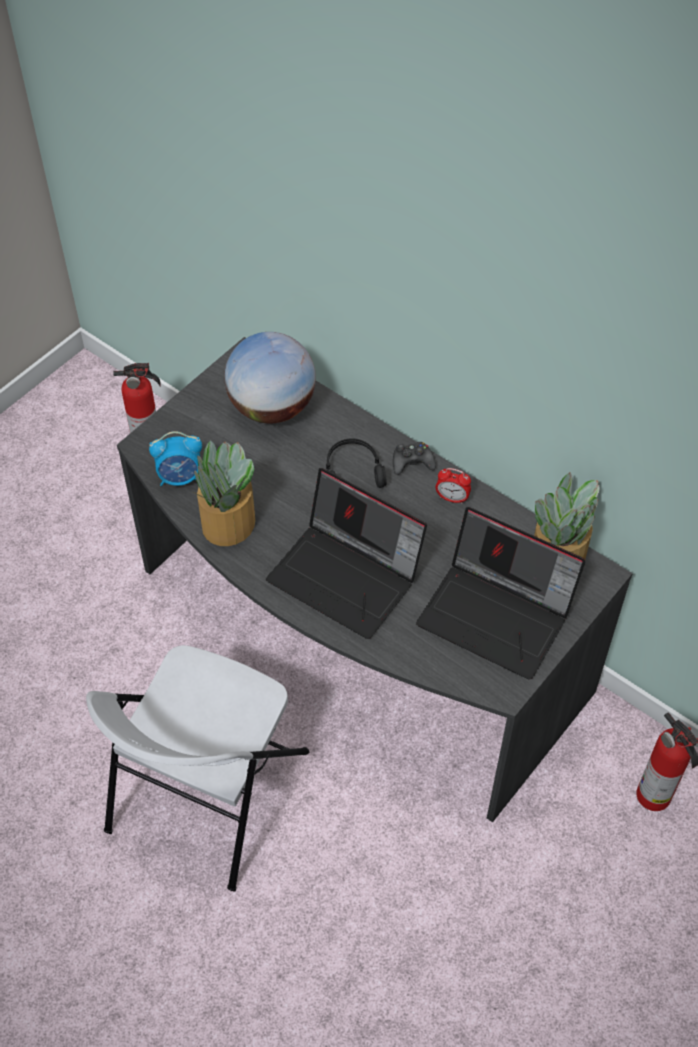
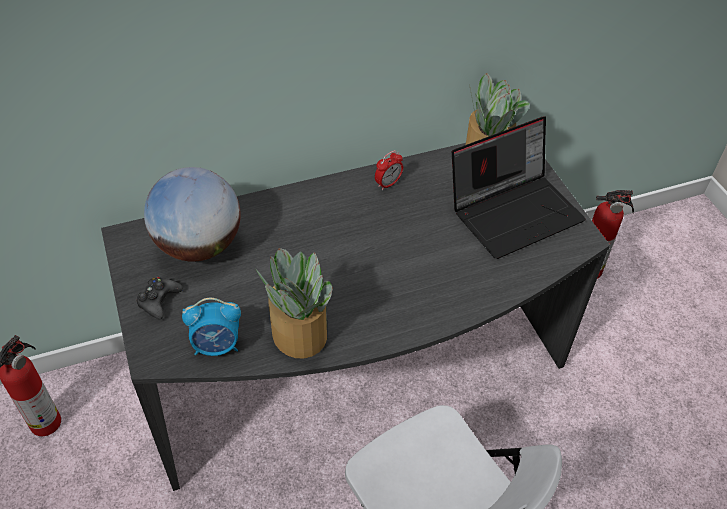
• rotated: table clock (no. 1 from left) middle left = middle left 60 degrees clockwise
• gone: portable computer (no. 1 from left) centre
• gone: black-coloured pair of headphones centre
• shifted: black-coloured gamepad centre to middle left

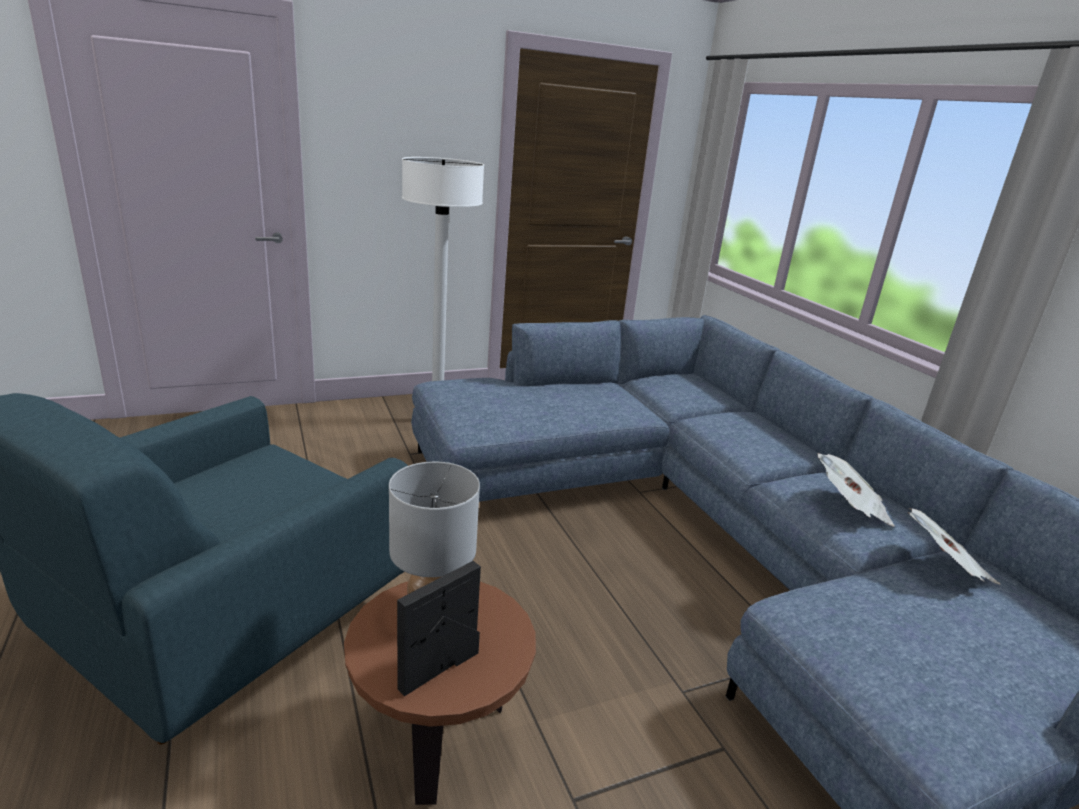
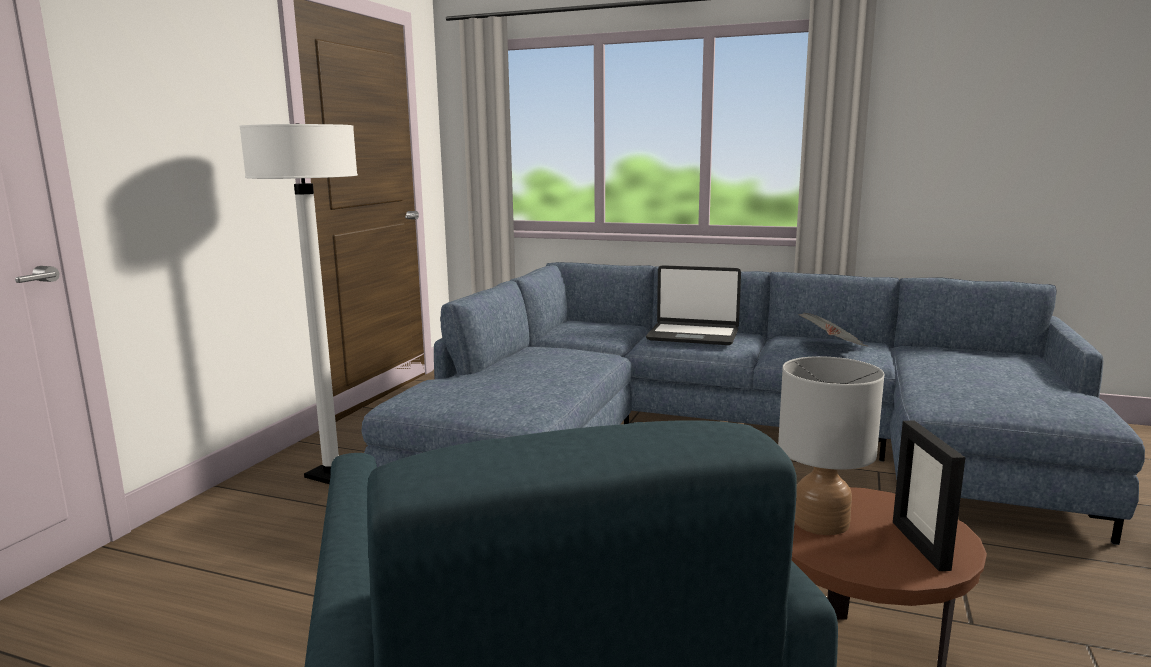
• gone: printed paper (no. 2 from left) bottom right
• new: portable computer centre

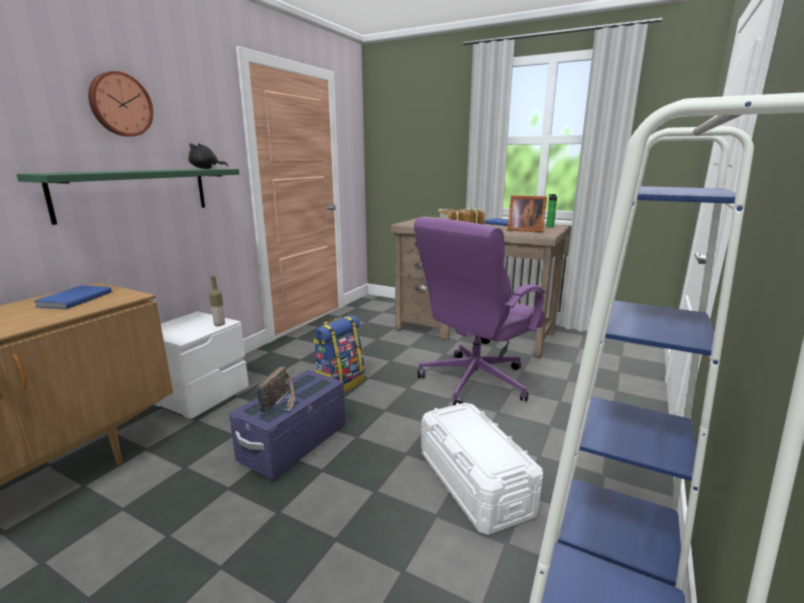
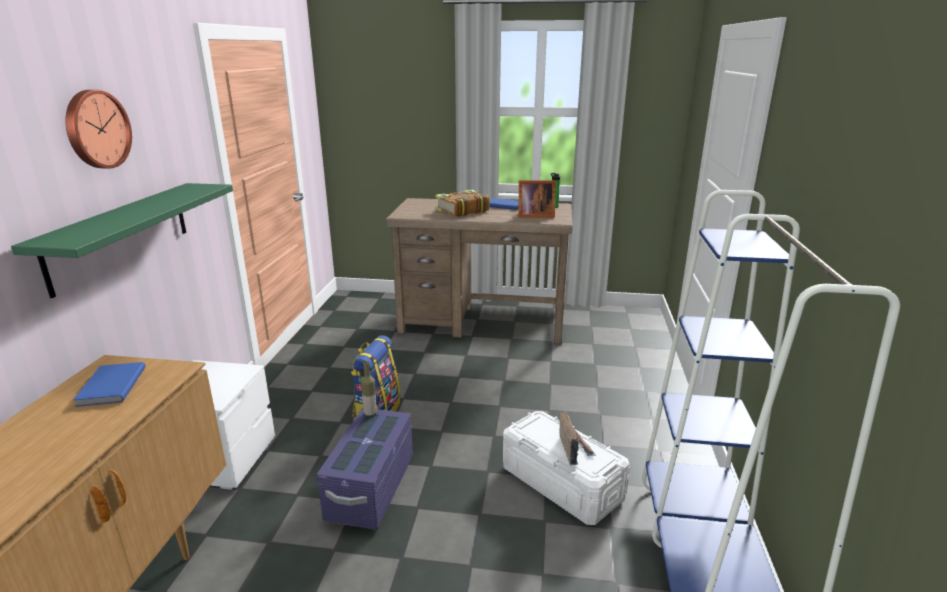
• gone: black-coloured plush toy top left
• shifted: drink bottle (no. 1 from left) middle left to centre
• shifted: radio receiver centre to bottom centre
• gone: purple office chair centre

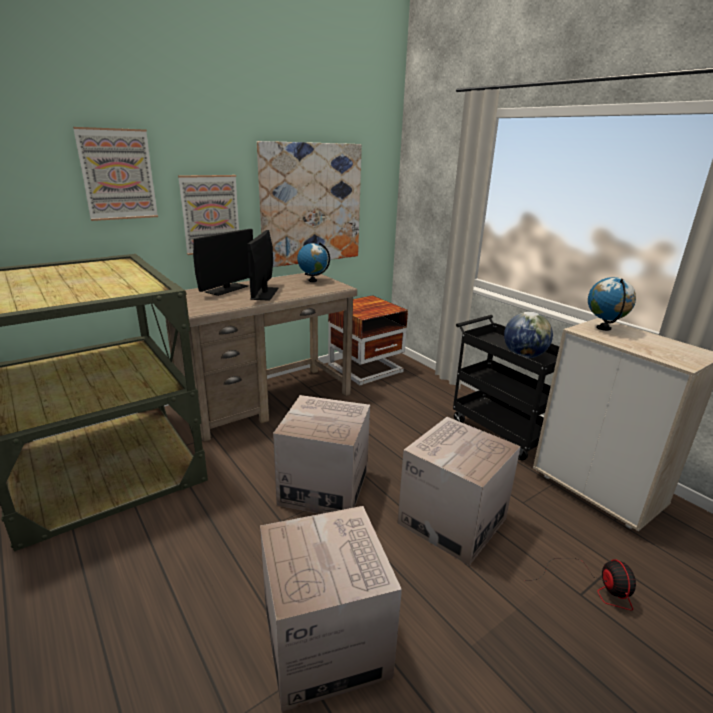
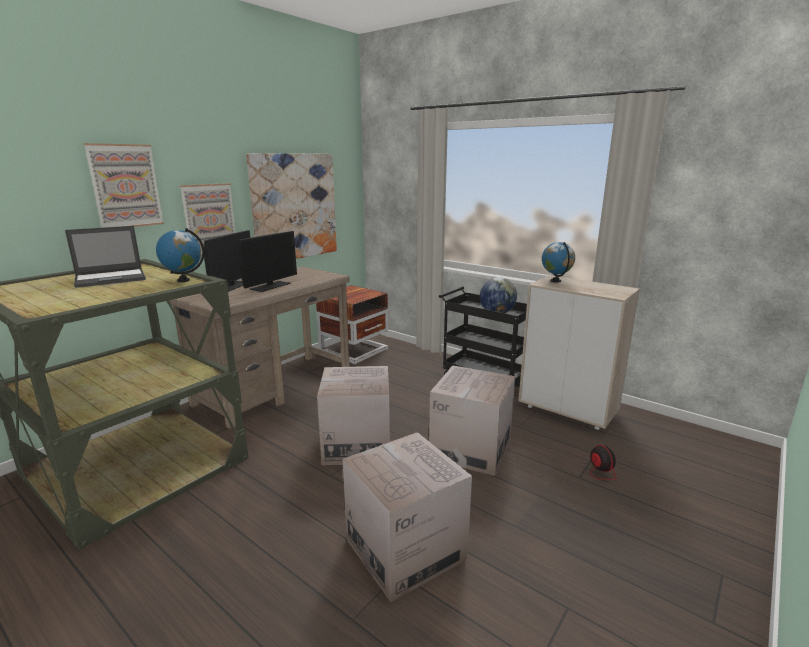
• rotated: computer screen (no. 2 from left) centre = middle left 135 degrees counterclockwise
• shifted: world globe (no. 1 from left) centre to middle left
• new: portable computer middle left

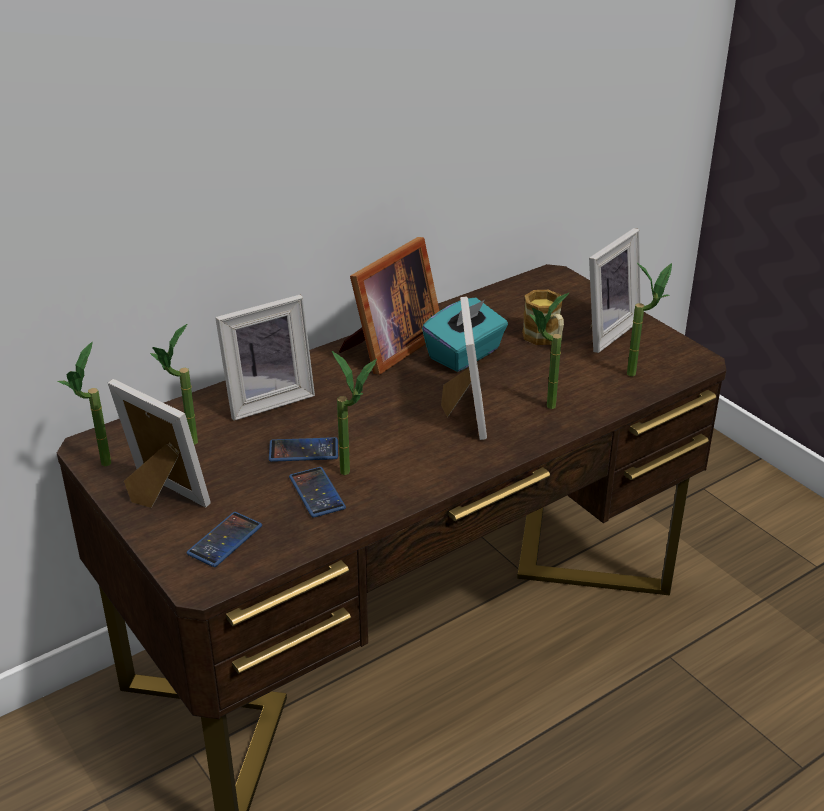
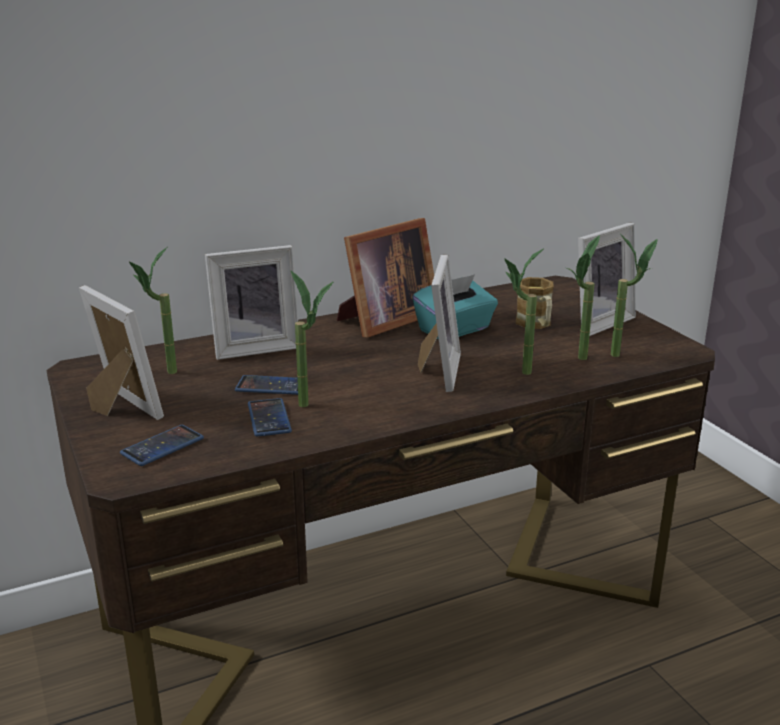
• shifted: potted plant (no. 1 from left in the first image) middle left to potted plant (no. 4 from left) middle right

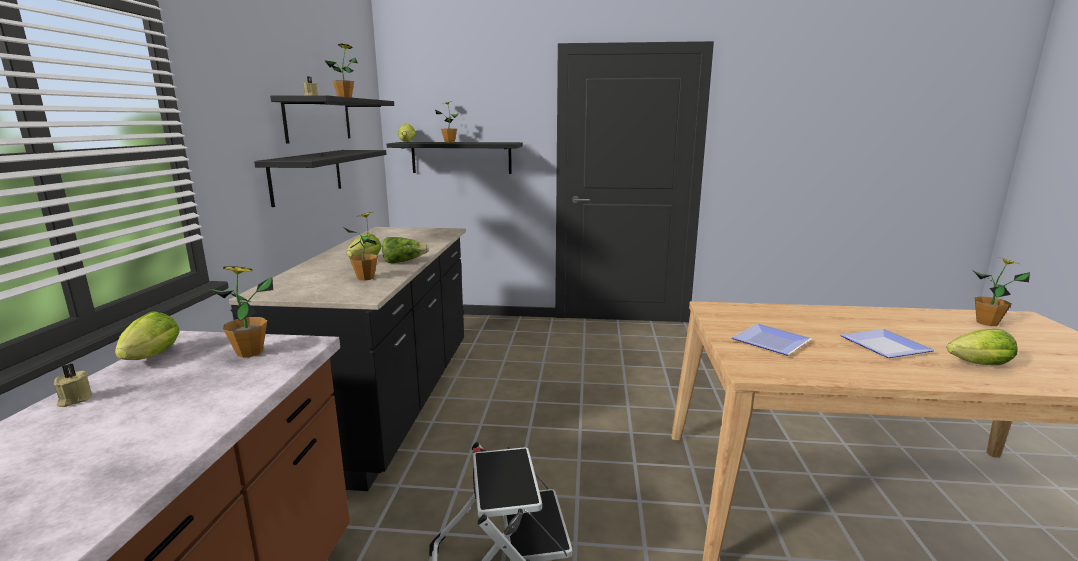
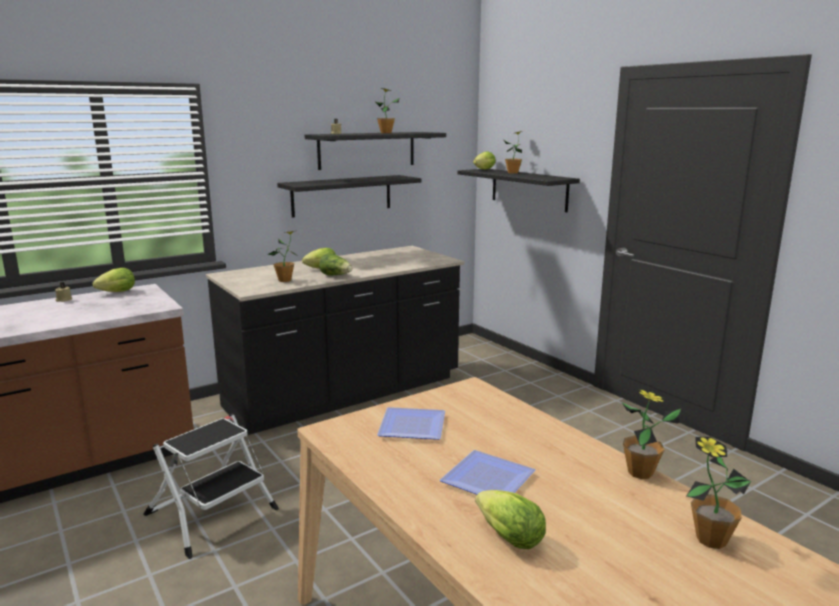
• shifted: potted plant (no. 1 from left in the first image) middle left to potted plant (no. 4 from left) bottom right

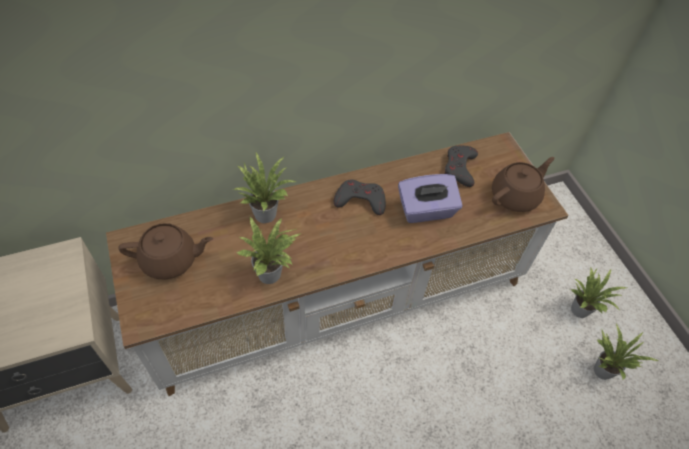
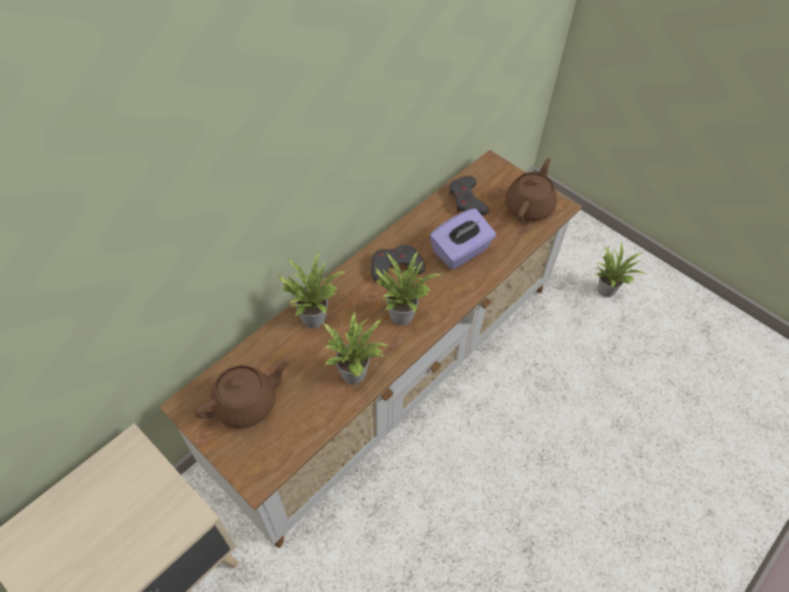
• shifted: potted plant (no. 4 from left in the first image) bottom right to potted plant (no. 3 from left) centre

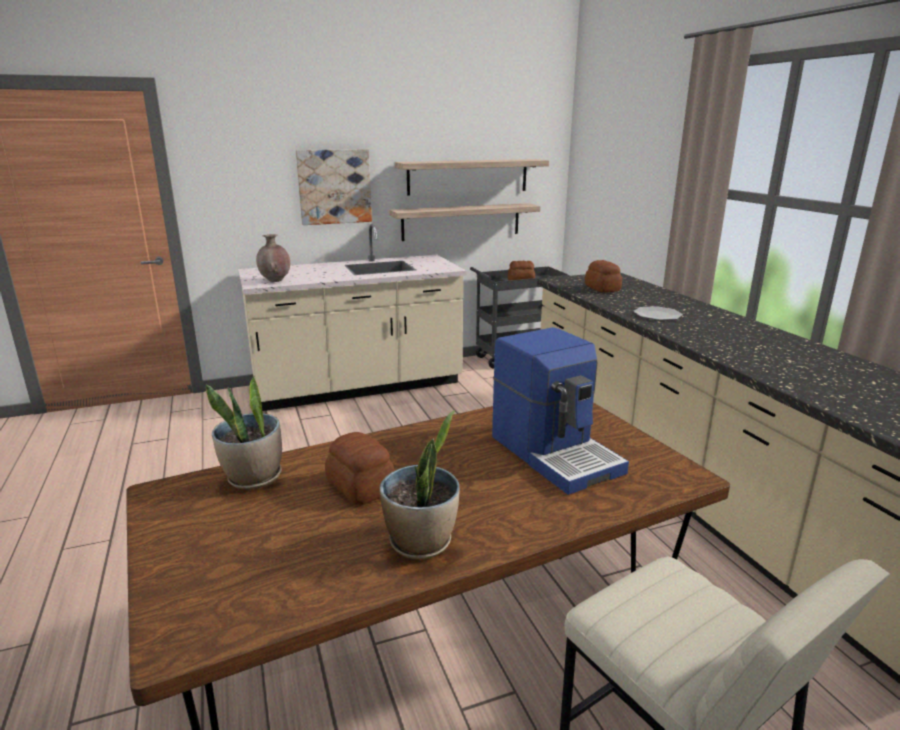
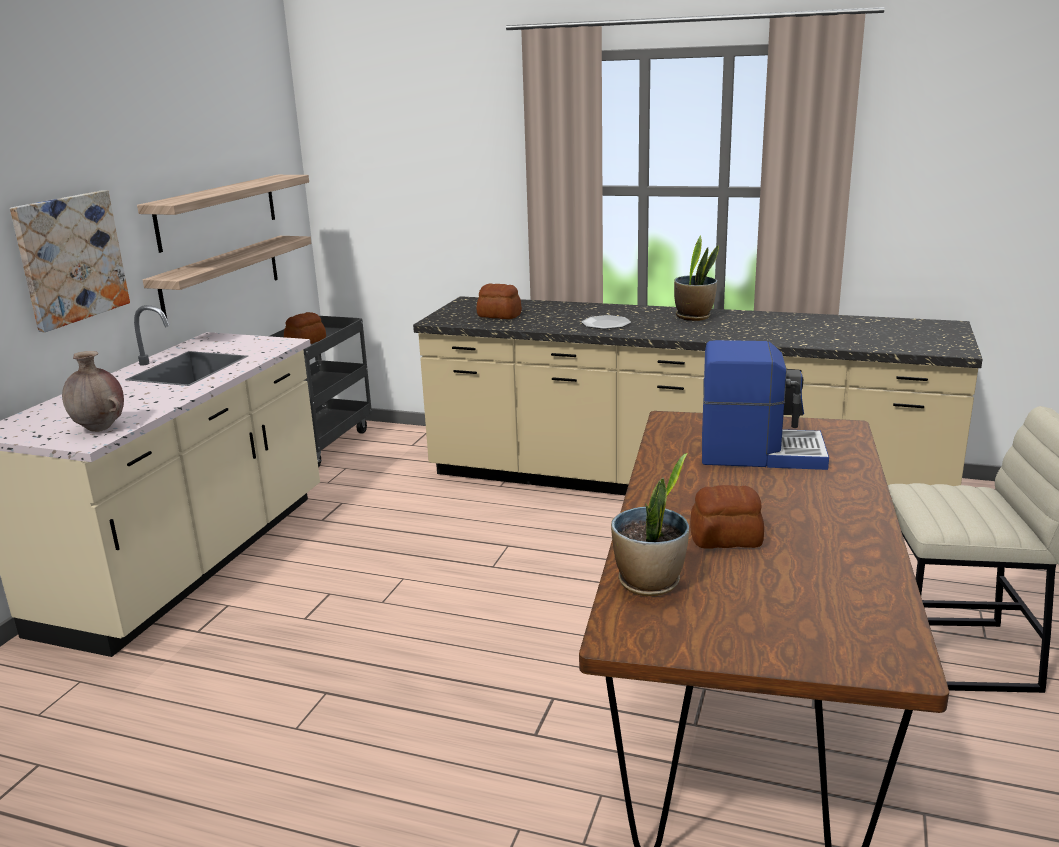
• shifted: potted plant (no. 2 from left) centre to top centre

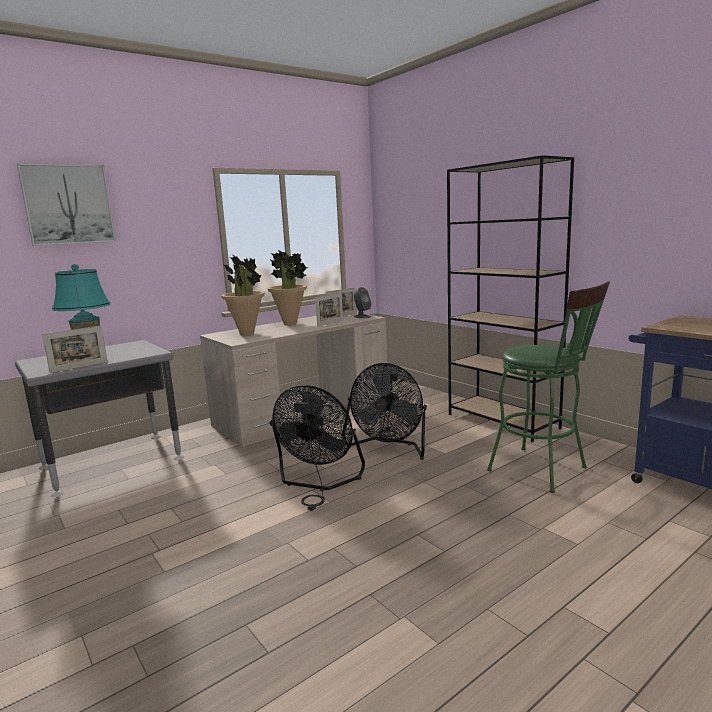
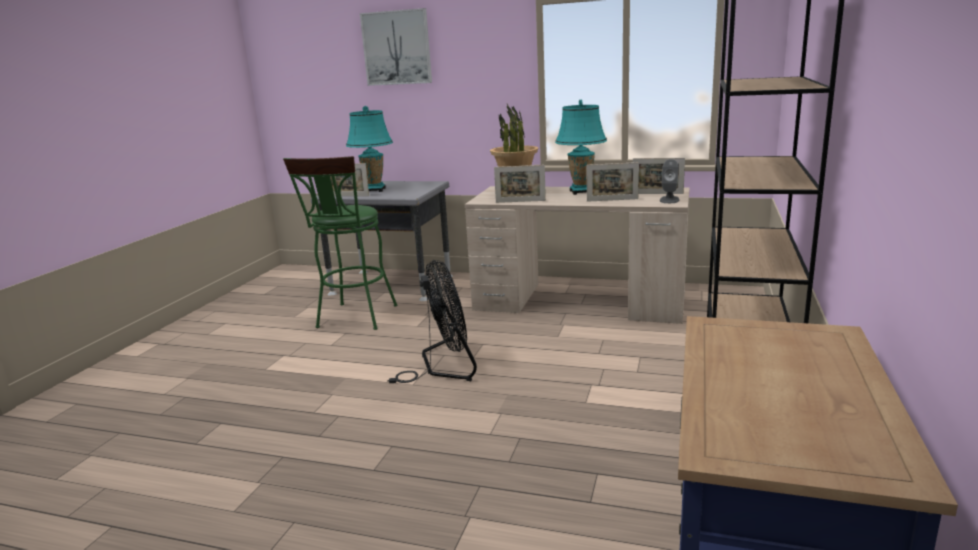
• swapped: potted plant (no. 2 from left) centre to turquoise-coloured tabletop lamp (no. 2 from left) top centre
• gone: black-coloured electric fan (no. 2 from left) centre
• shifted: green-coloured stool seat middle right to centre
• new: standing frame (no. 2 from left) centre

